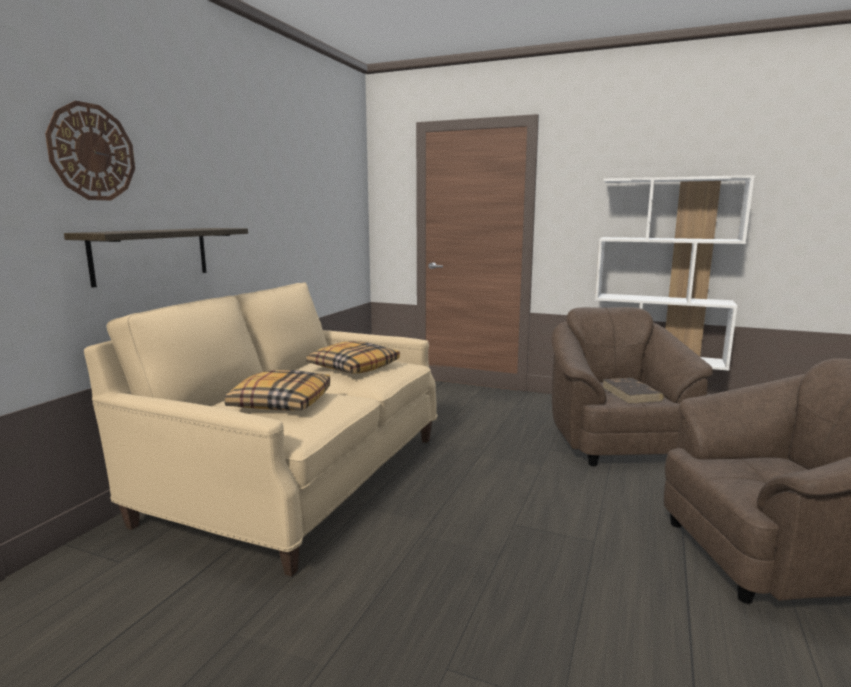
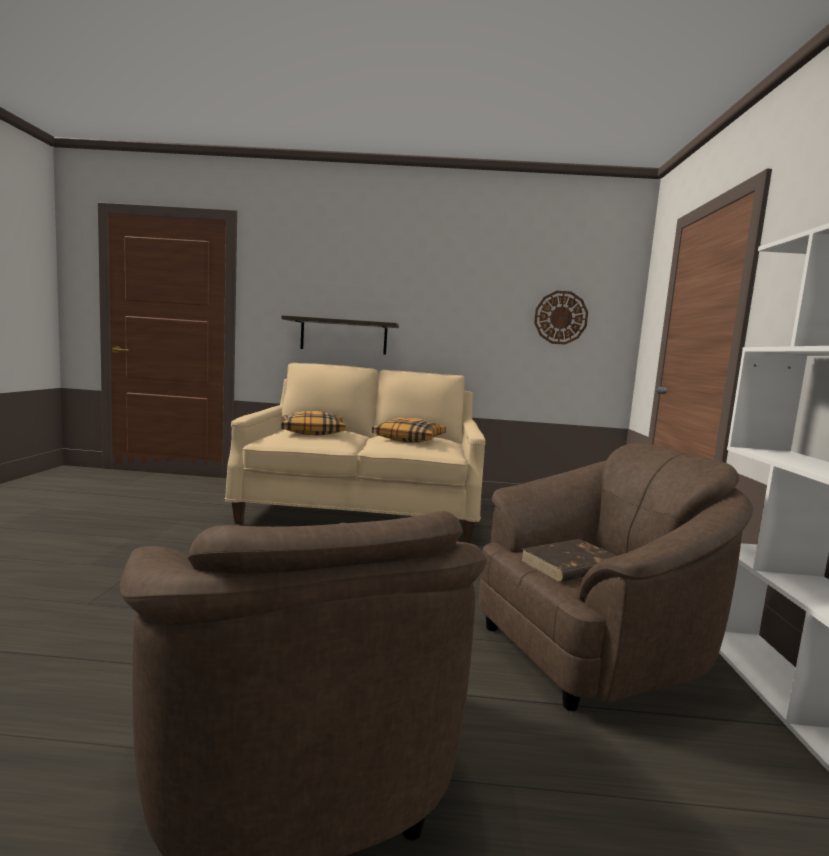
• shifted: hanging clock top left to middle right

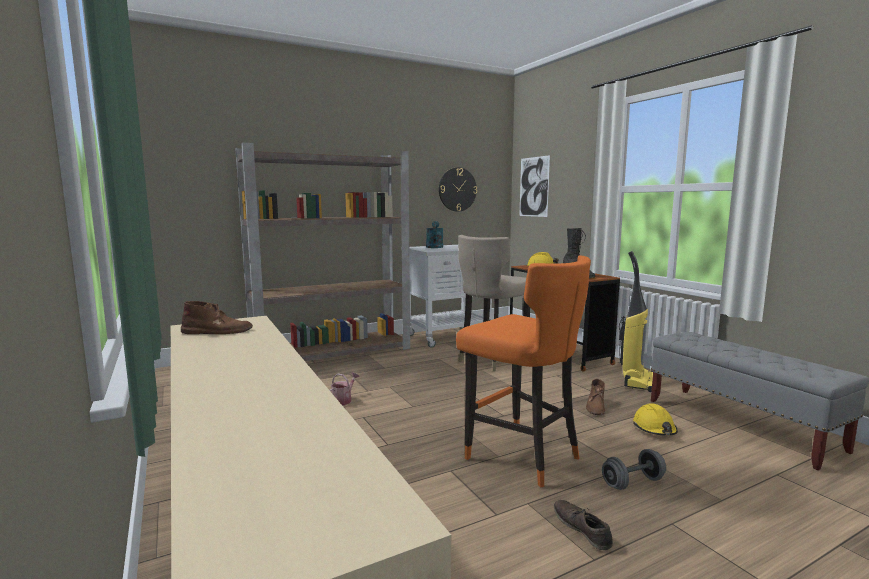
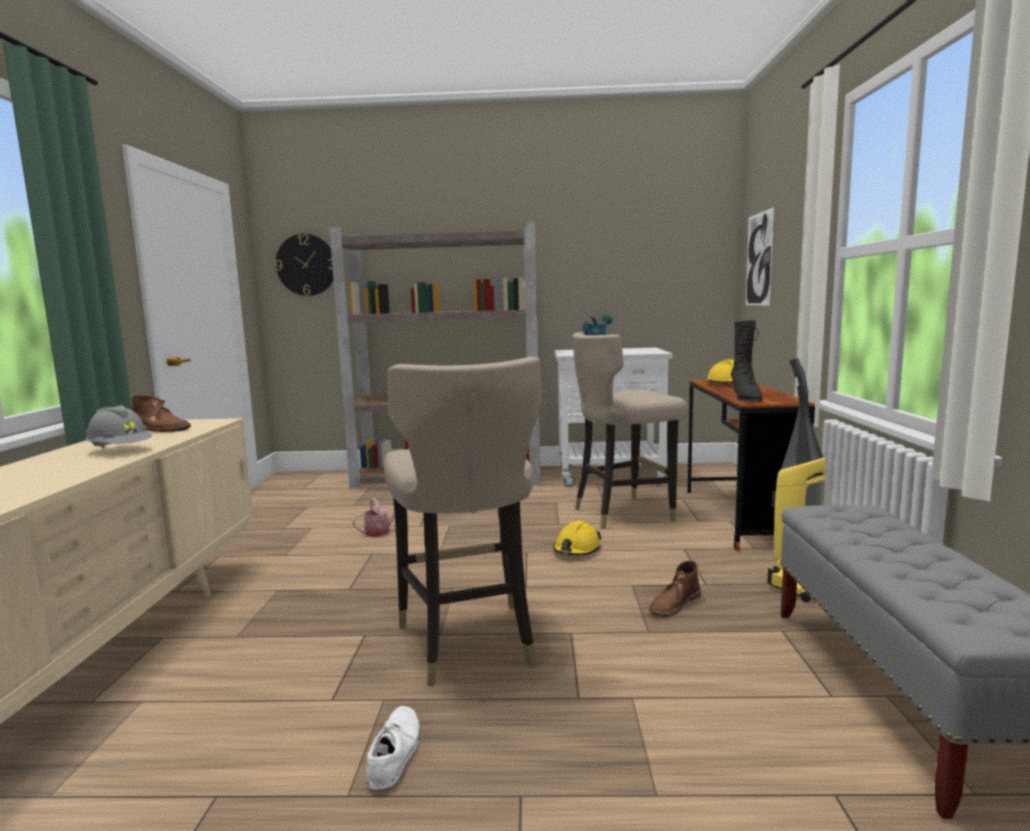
• shifted: hanging clock top centre to top left
• repainted: orange stool seat centre to beige-coloured stool seat (no. 1 from left) centre
• repainted: brownish item of footwear bottom right to white item of footwear bottom centre
• gone: greyish dumbbell bottom right
• shifted: yellowish work helmet (no. 2 from left in the first image) bottom right to yellowish work helmet (no. 1 from left) centre
• new: greyish work helmet middle left

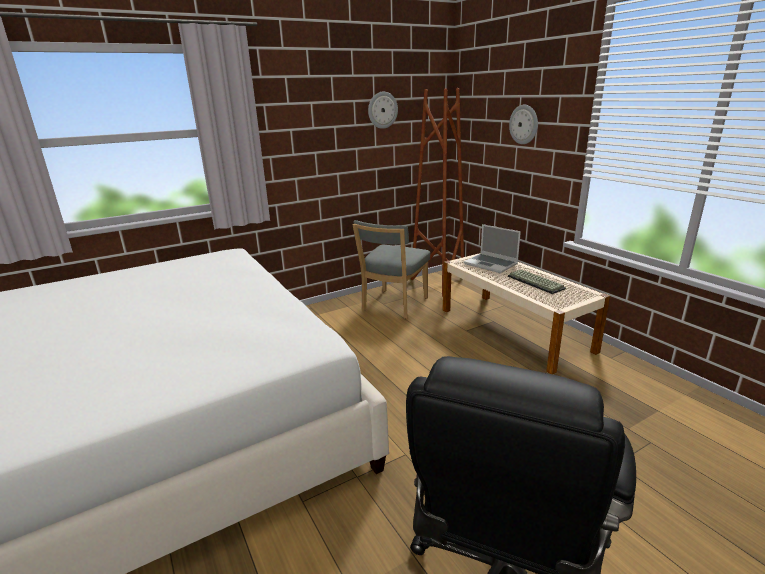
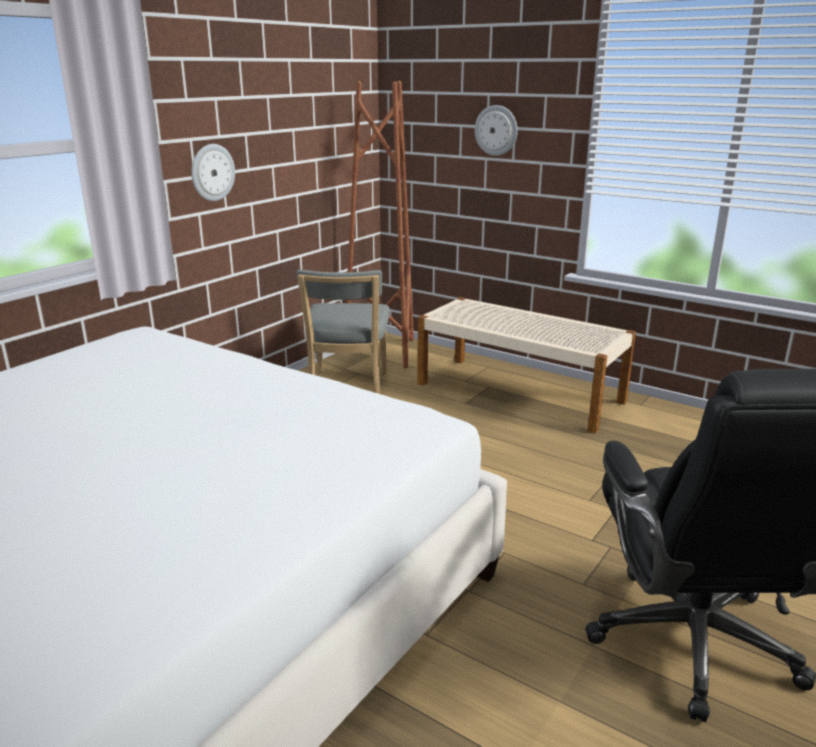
• shifted: hanging clock (no. 1 from left) top centre to top left
• gone: portable computer centre
• gone: keyboard middle right

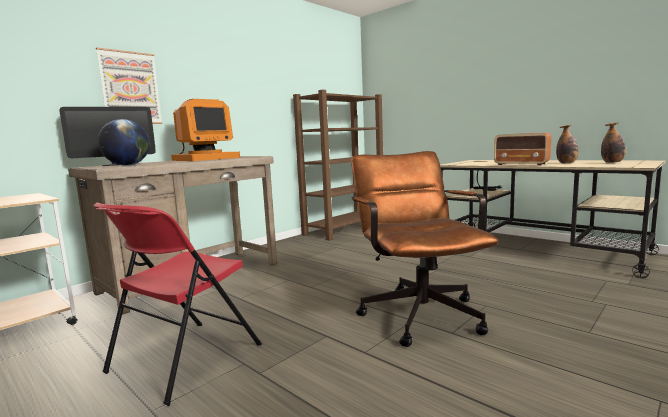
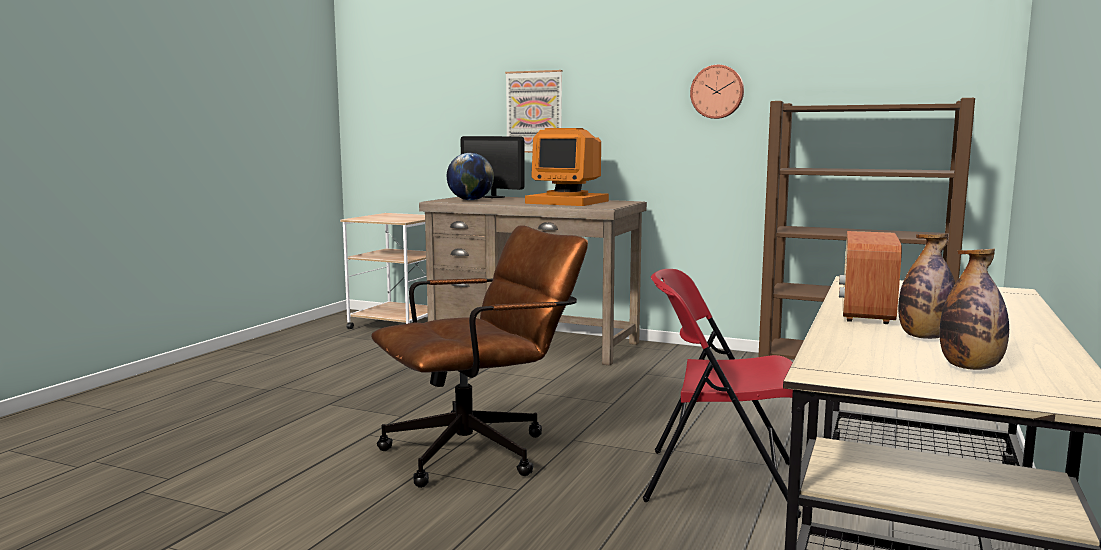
• shifted: red chair bottom left to bottom centre
• new: hanging clock top centre

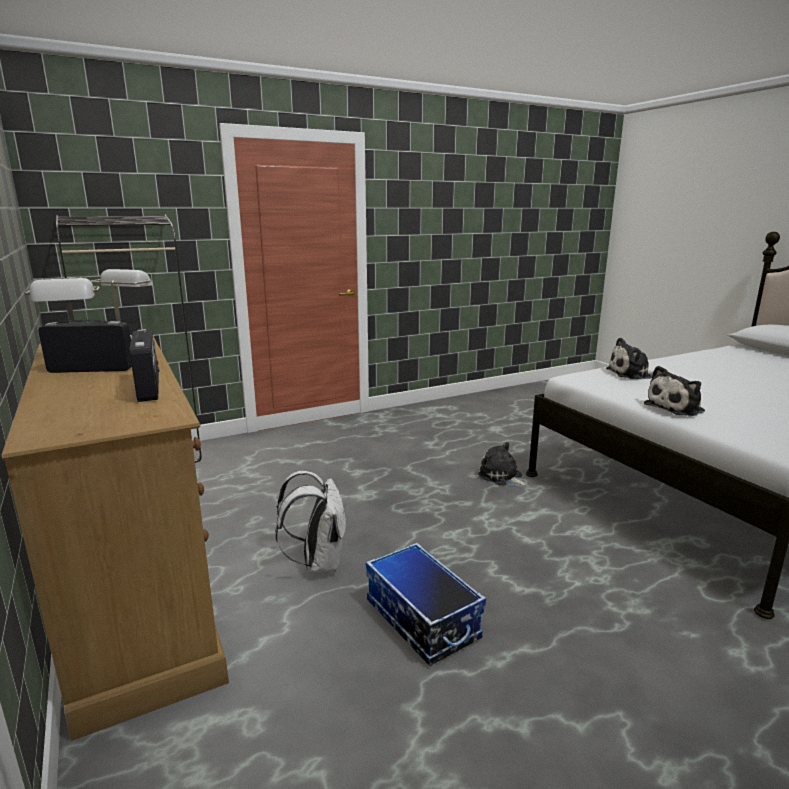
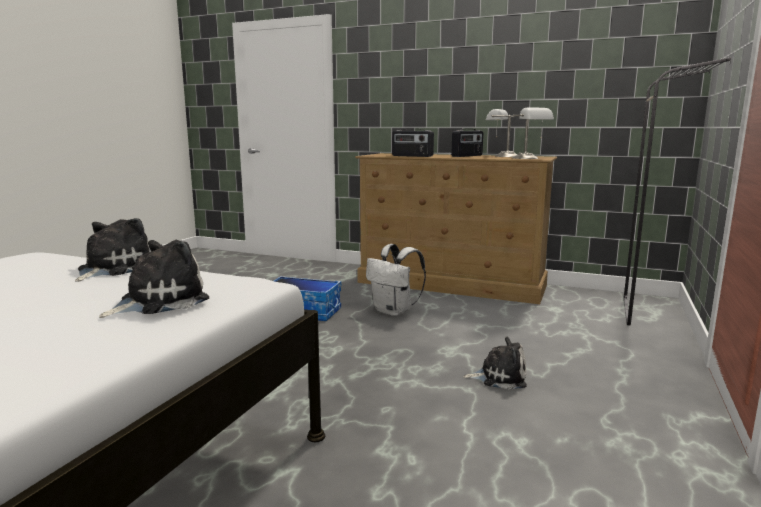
• shifted: plush toy (no. 1 from left in the first image) centre to plush toy (no. 3 from left) bottom centre

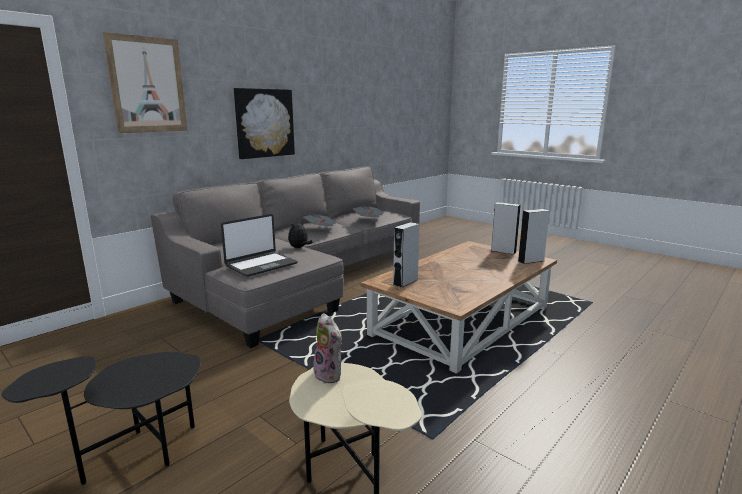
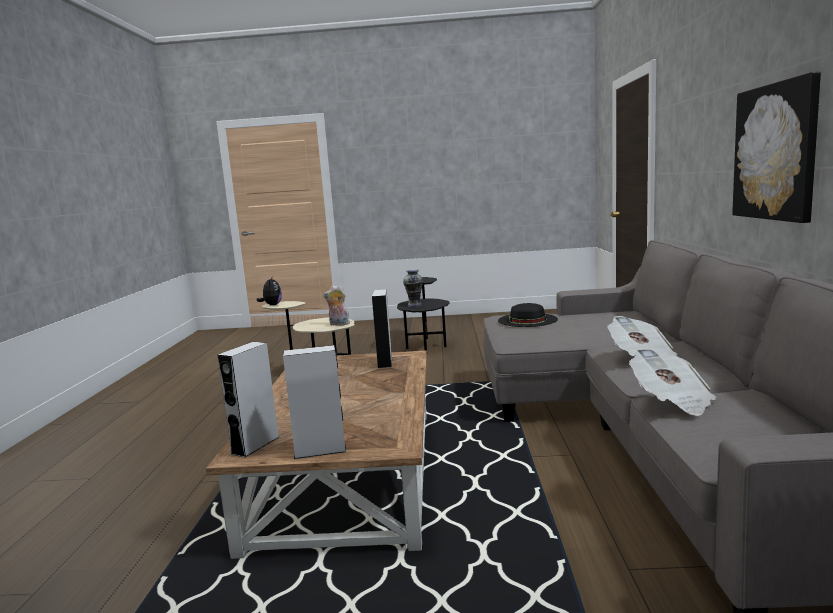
• gone: wall art (no. 1 from left) top left
• swapped: portable computer centre to black-coloured hat centre
• shifted: plush toy (no. 1 from left) centre to middle left
• new: vase centre

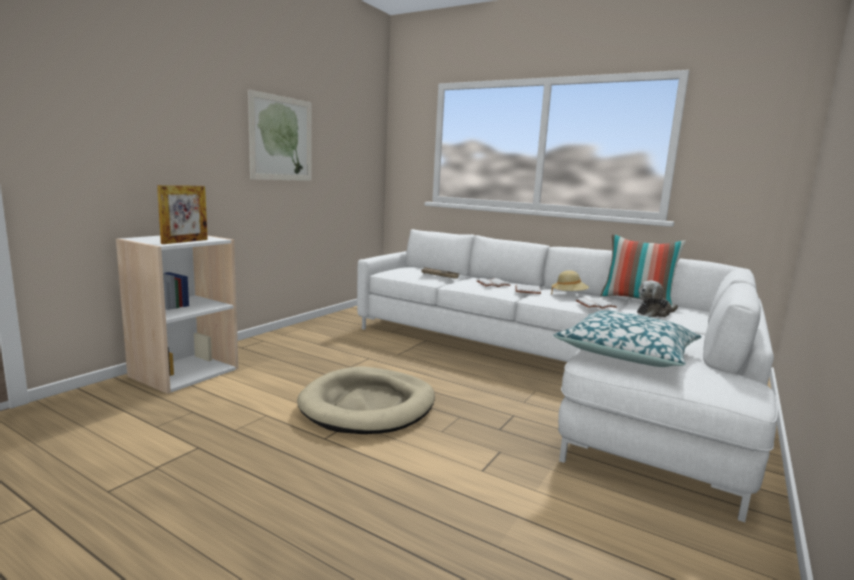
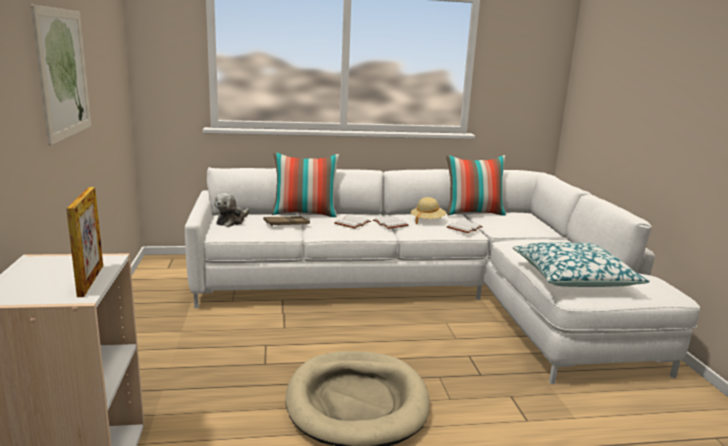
• shifted: plush toy middle right to middle left
• new: pillow (no. 1 from left) centre

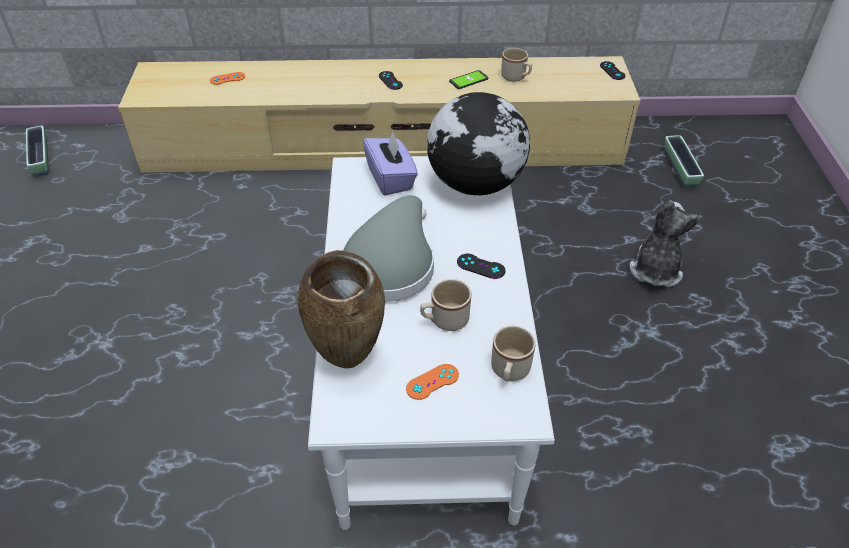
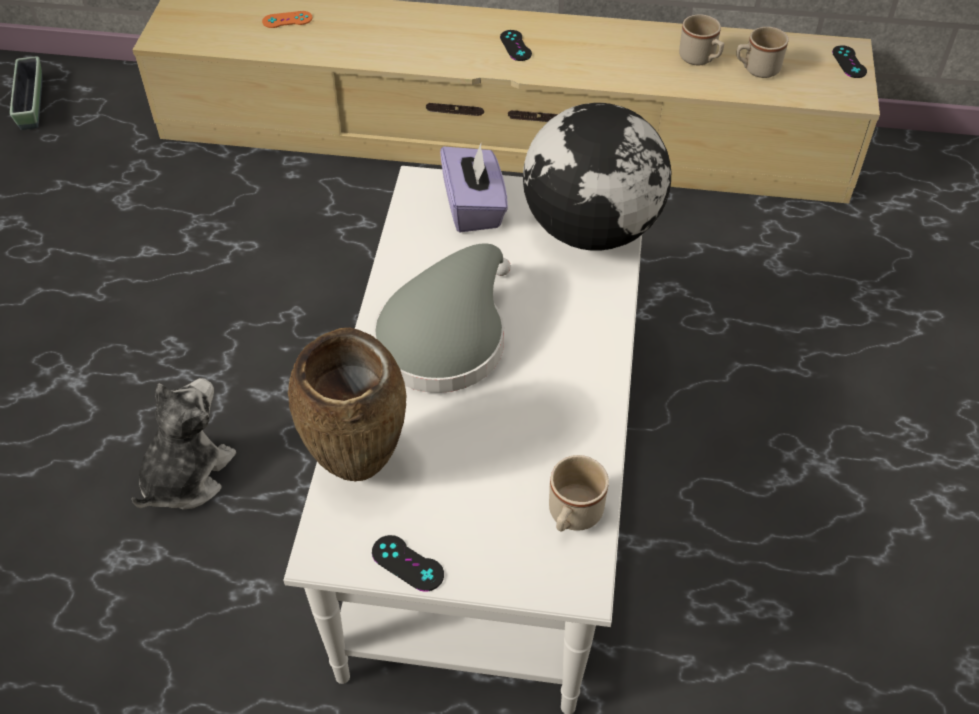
• gone: orange gamepad (no. 2 from left) bottom centre
• shifted: beige-coloured mug (no. 1 from left in the first image) centre to beige-coloured mug (no. 3 from left) top right
• gone: phone top centre
• shifted: black-coloured gamepad (no. 2 from left in the first image) centre to black-coloured gamepad (no. 1 from left) bottom centre
• shifted: plush toy middle right to middle left
• gone: planter (no. 2 from left) top right

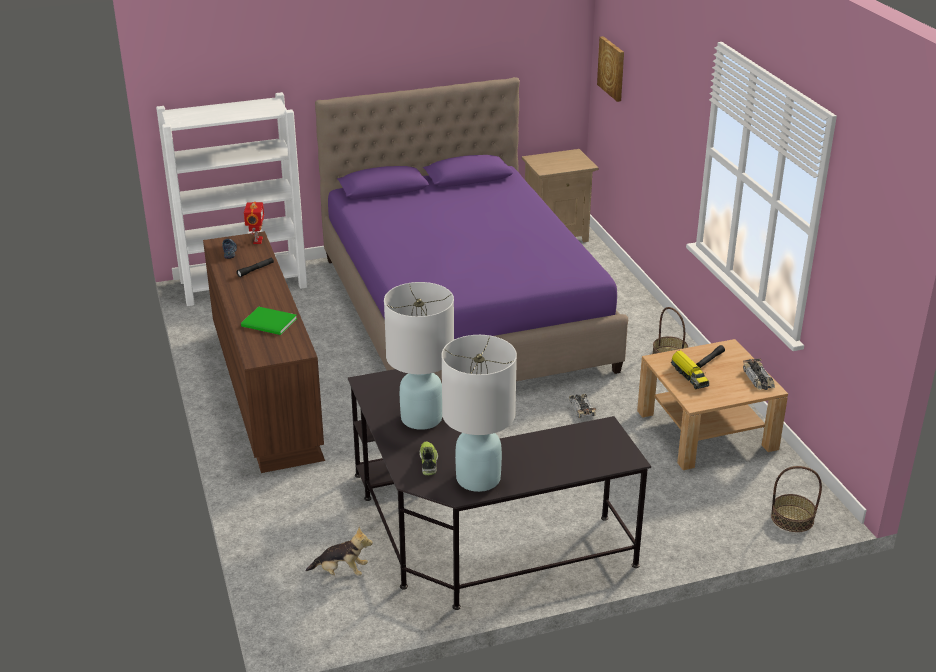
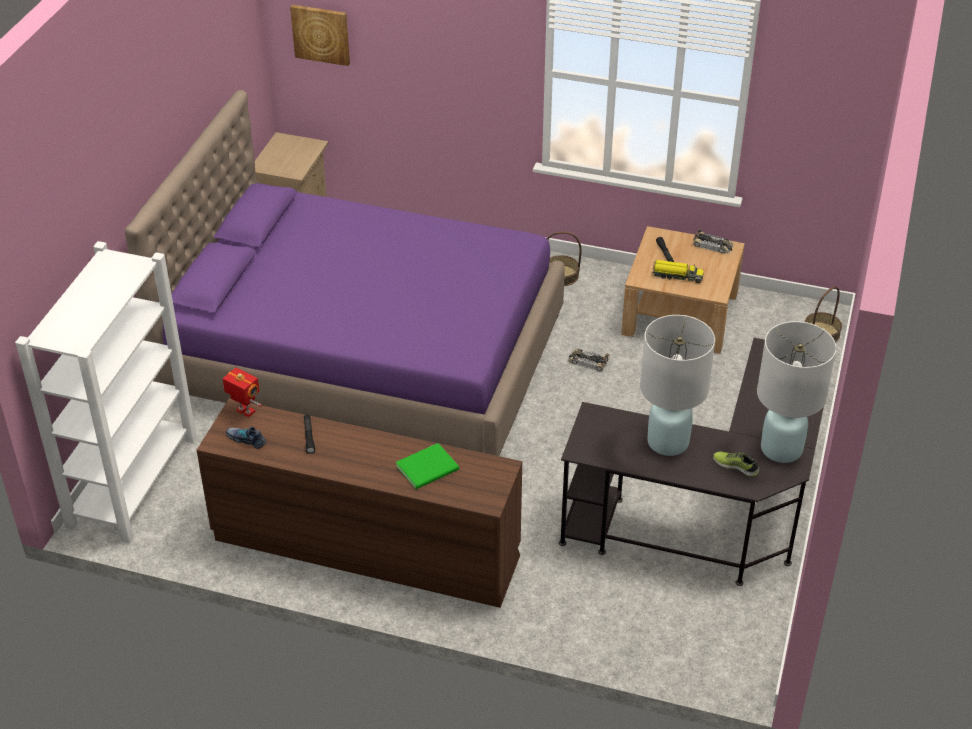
• gone: plush toy bottom centre

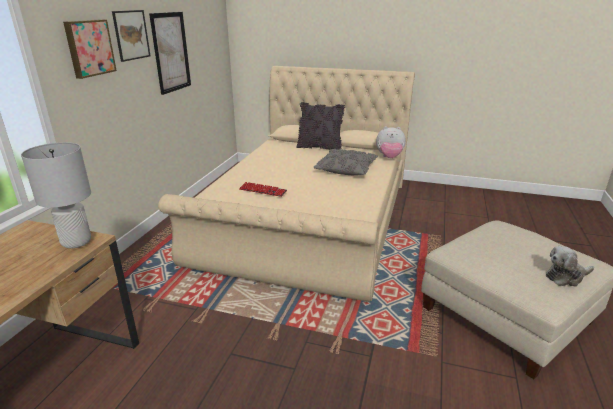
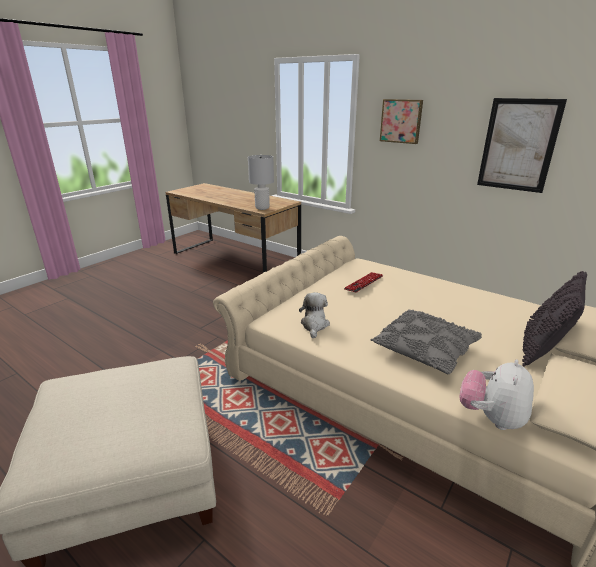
• gone: wall art (no. 2 from left) top left
• shifted: plush toy (no. 2 from left in the first image) middle right to plush toy (no. 1 from left) centre

